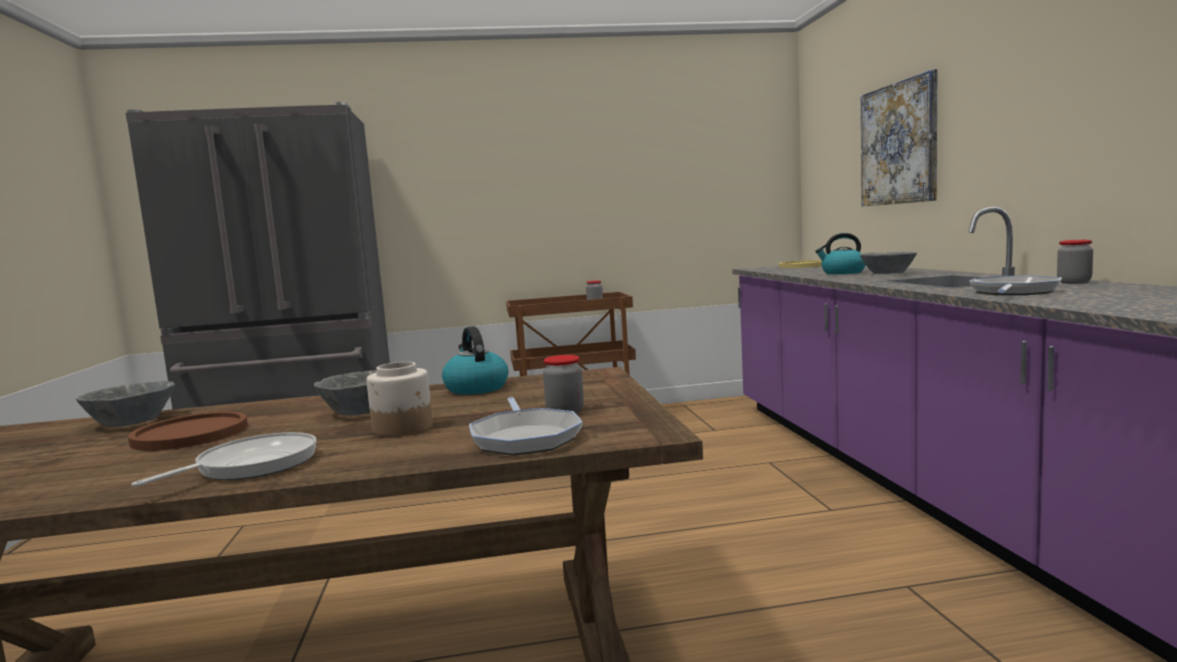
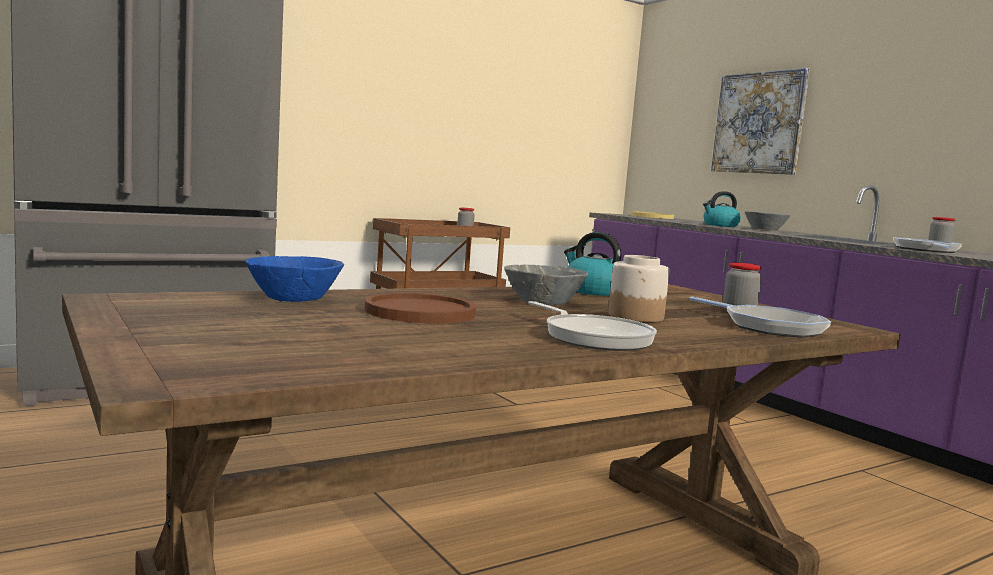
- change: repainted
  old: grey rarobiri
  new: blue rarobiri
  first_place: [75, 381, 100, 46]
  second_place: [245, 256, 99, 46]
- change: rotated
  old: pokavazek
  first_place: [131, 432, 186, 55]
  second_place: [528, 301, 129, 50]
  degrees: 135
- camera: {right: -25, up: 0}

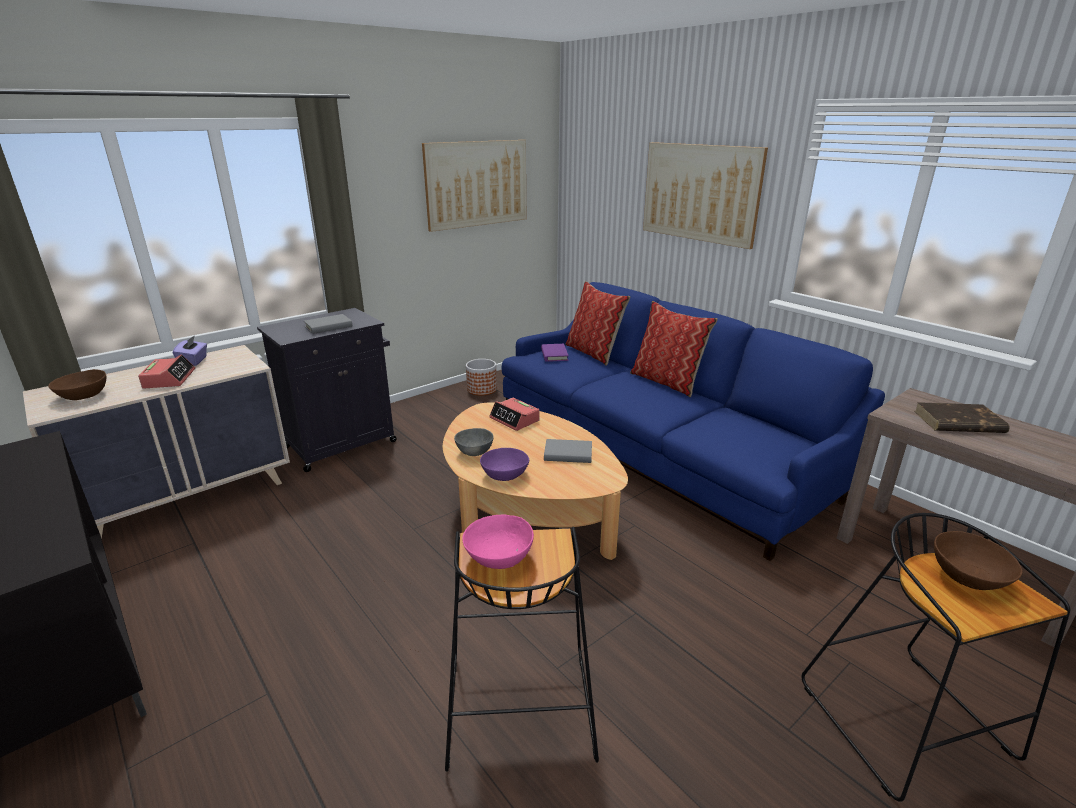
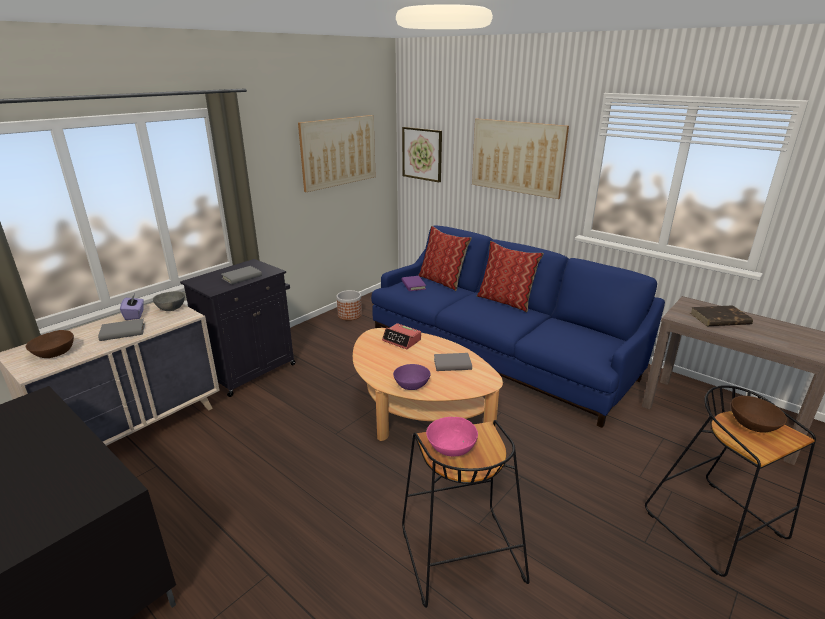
- change: swapped
  old: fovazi
  new: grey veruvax
  first_place: [138, 355, 57, 34]
  second_place: [98, 319, 47, 22]
- change: shifted
  old: grey rarobiri
  first_place: [454, 428, 40, 28]
  second_place: [153, 291, 32, 20]
- change: new
  new: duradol
  second_place: [402, 127, 40, 55]
- camera: {right: -10, up: 0}

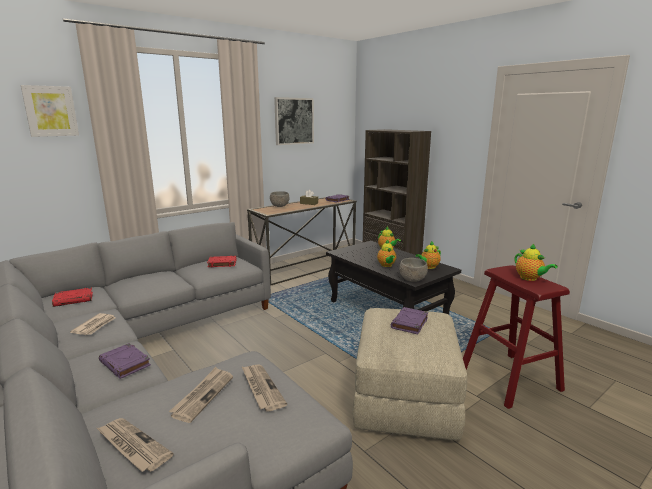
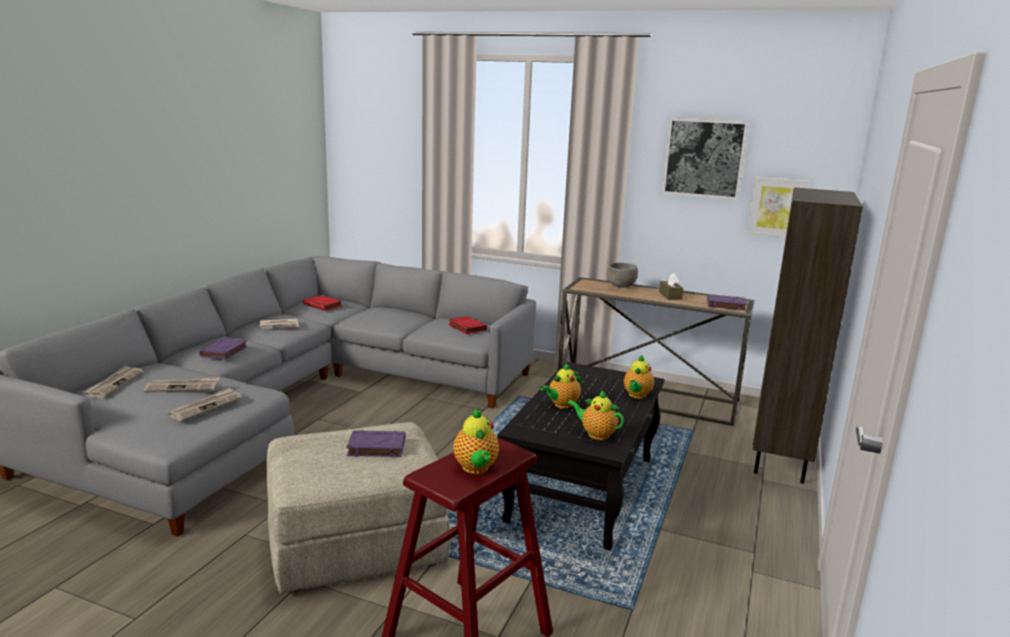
- change: shifted
  old: duradol
  first_place: [21, 85, 58, 52]
  second_place: [746, 177, 62, 61]
- change: rotated
  old: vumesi
  first_place: [515, 243, 43, 38]
  second_place: [454, 408, 45, 66]
  degrees: -45
- change: gone
  old: grey rarobiri
  first_place: [399, 258, 29, 24]
- camera: {right: 60, up: 0}

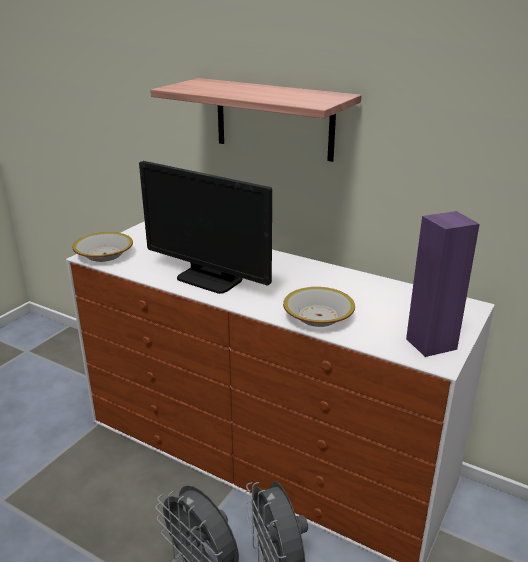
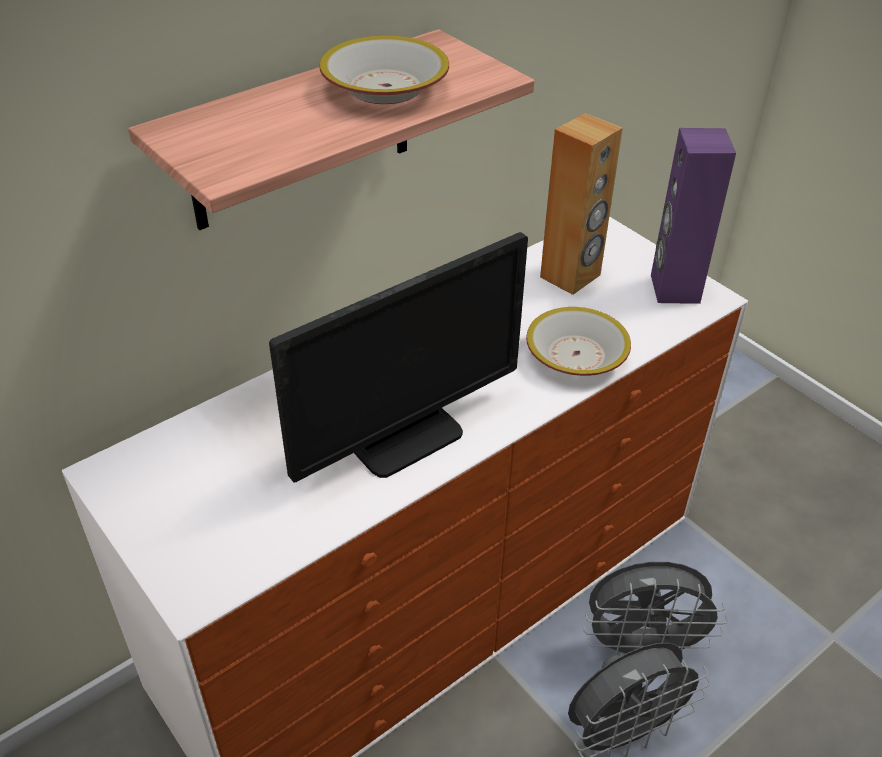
- change: shifted
  old: rarobiri
  first_place: [73, 232, 60, 30]
  second_place: [319, 36, 130, 68]
- change: new
  new: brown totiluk
  second_place: [540, 113, 83, 182]
- camera: {right: -70, up: 15}

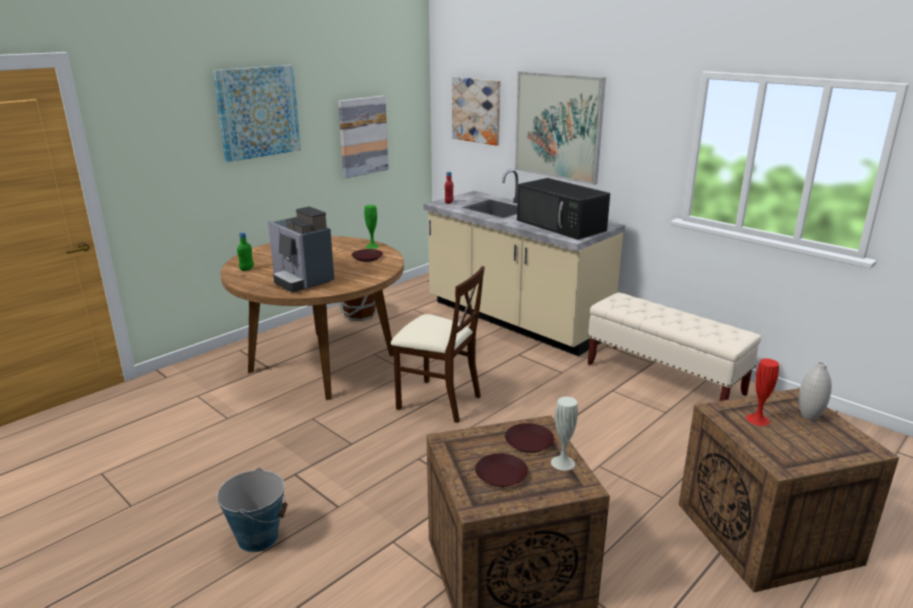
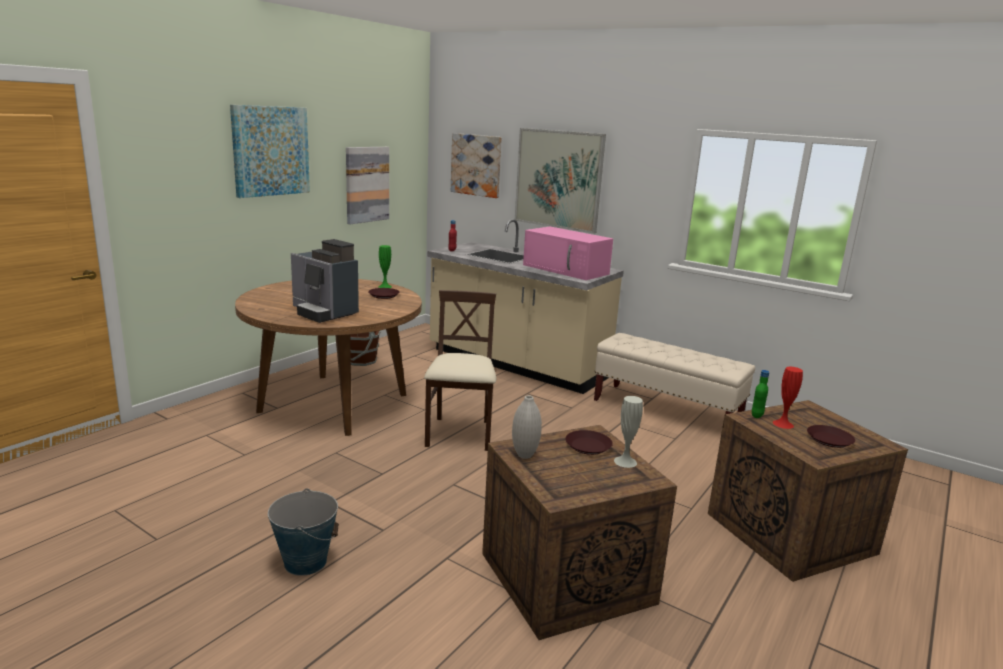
- change: repainted
  old: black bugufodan
  new: pink bugufodan
  first_place: [517, 178, 93, 62]
  second_place: [523, 227, 90, 53]
- change: shifted
  old: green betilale
  first_place: [237, 233, 17, 38]
  second_place: [752, 370, 17, 48]
- change: rotated
  old: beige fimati
  first_place: [391, 266, 94, 157]
  second_place: [424, 290, 72, 161]
  degrees: -105
- change: shifted
  old: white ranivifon
  first_place: [798, 362, 34, 58]
  second_place: [512, 395, 30, 64]
- change: shifted
  old: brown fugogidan
  first_place: [475, 453, 53, 34]
  second_place: [807, 425, 48, 23]
- camera: {right: -10, up: -5}

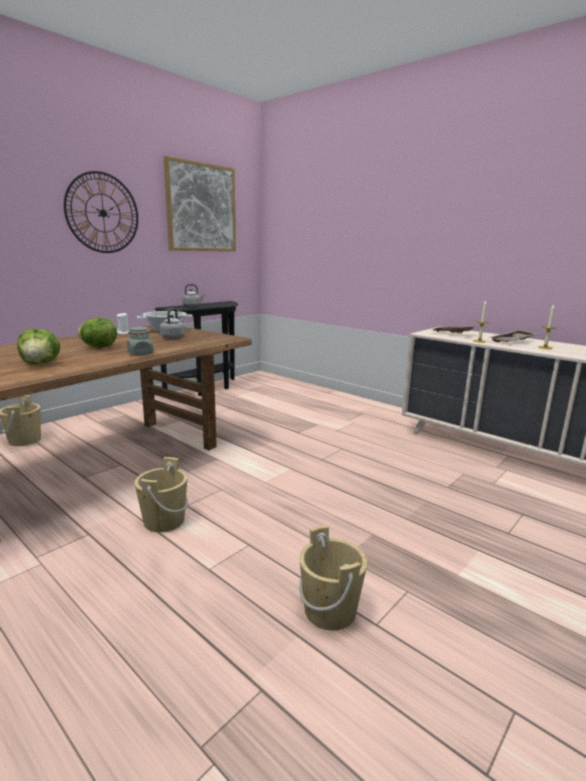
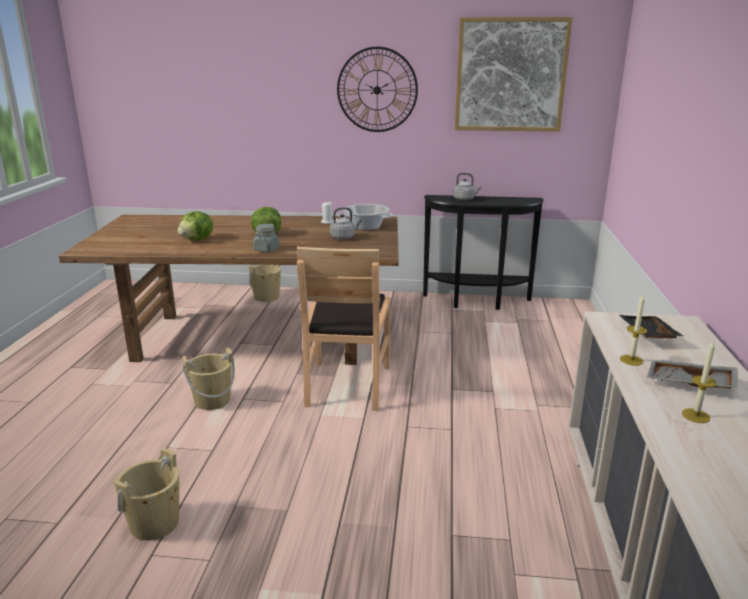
- change: new
  new: brown fimati
  second_place: [297, 246, 93, 165]
- camera: {right: 55, up: 5}

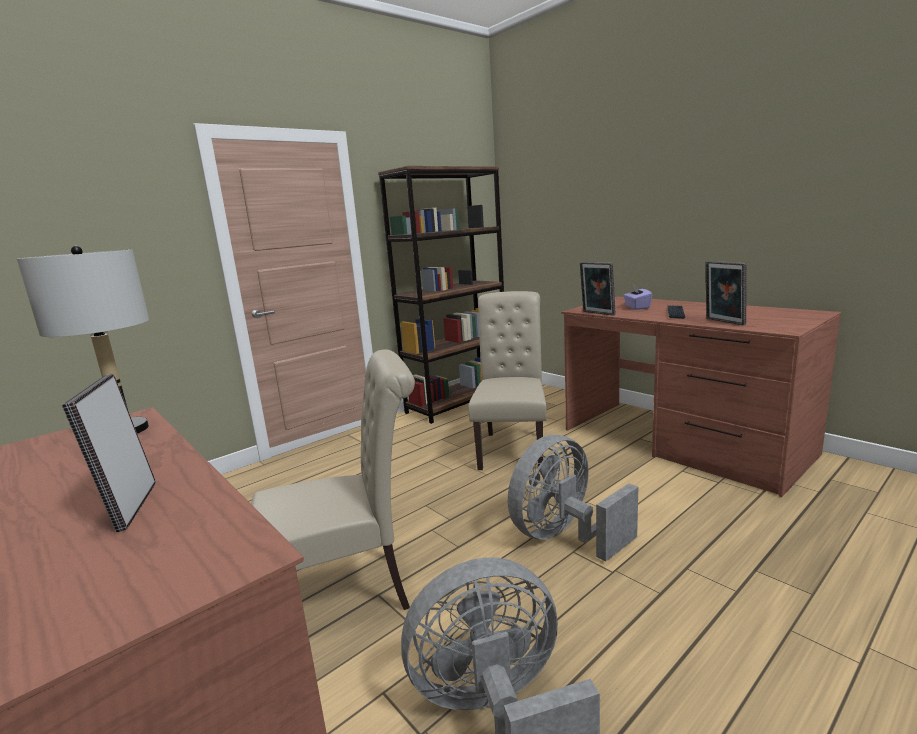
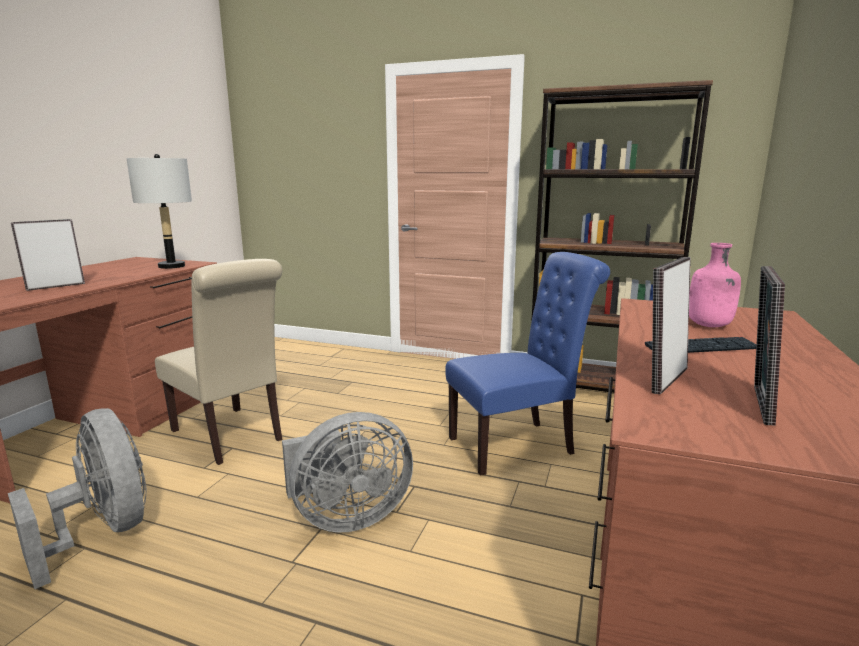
- change: shifted
  old: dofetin
  first_place: [580, 262, 36, 54]
  second_place: [754, 266, 31, 160]
- change: swapped
  old: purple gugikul
  new: pink betilale
  first_place: [623, 284, 29, 26]
  second_place: [689, 243, 52, 84]
- change: repainted
  old: beige fimati
  new: blue fimati
  first_place: [468, 291, 79, 179]
  second_place: [445, 252, 165, 224]
- change: rotated
  old: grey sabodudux
  first_place: [508, 435, 130, 127]
  second_place: [282, 412, 131, 121]
  degrees: 135
- camera: {right: 60, up: 0}

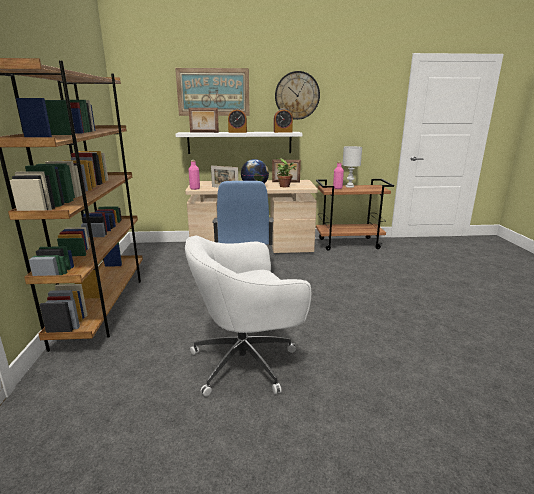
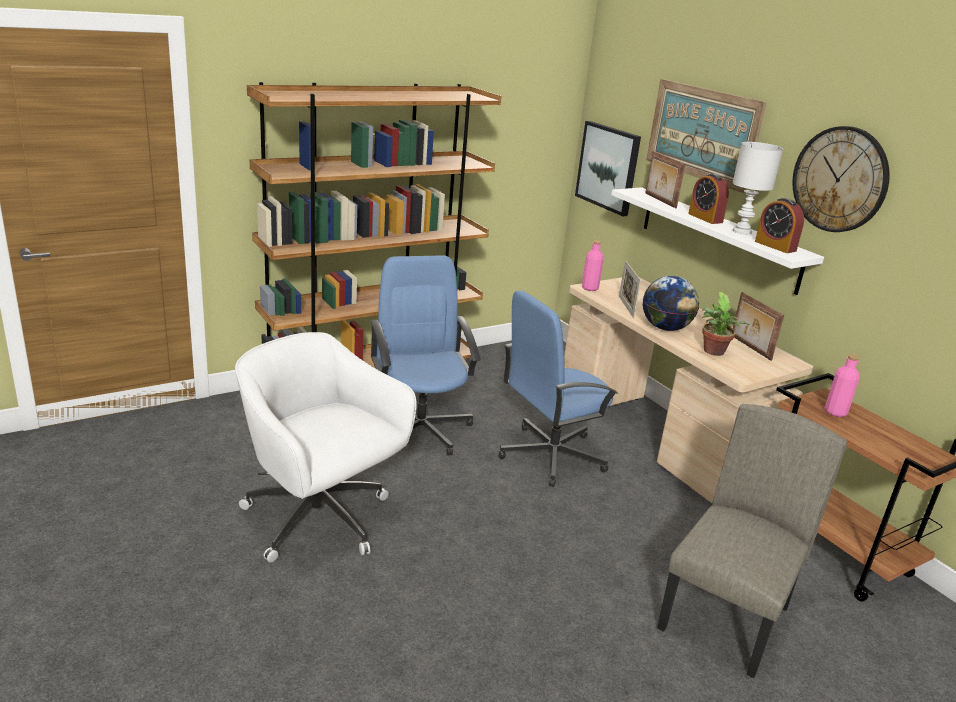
- change: shifted
  old: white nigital
  first_place: [342, 146, 20, 42]
  second_place: [733, 142, 50, 92]
- change: new
  new: duradol
  second_place: [575, 121, 66, 95]
- change: new
  new: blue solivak
  second_place: [370, 255, 111, 201]
- change: new
  new: beige fimati
  second_place: [657, 404, 190, 274]
- camera: {right: 60, up: 5}

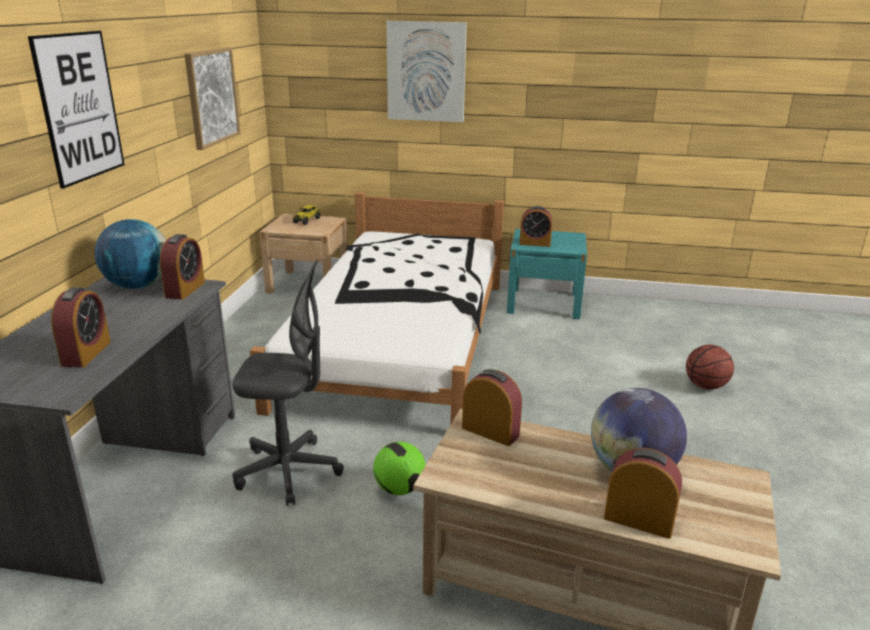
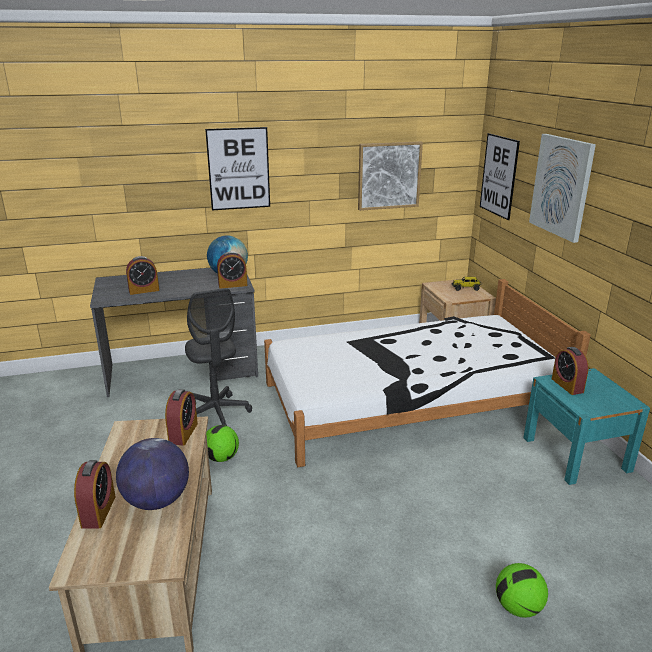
- change: swapped
  old: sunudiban
  new: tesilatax
  first_place: [686, 345, 48, 45]
  second_place: [496, 563, 52, 55]
- change: new
  new: duradol
  second_place: [480, 133, 40, 87]
- camera: {right: 65, up: 0}

